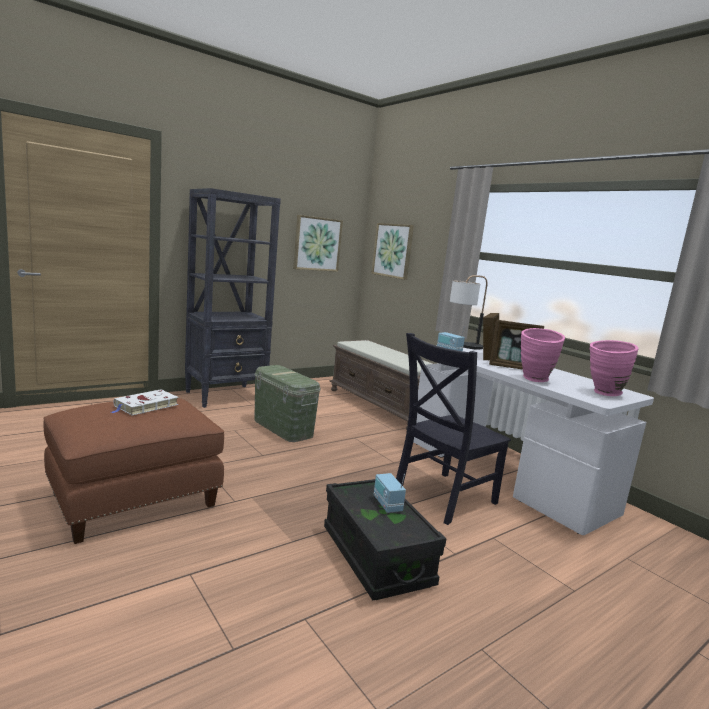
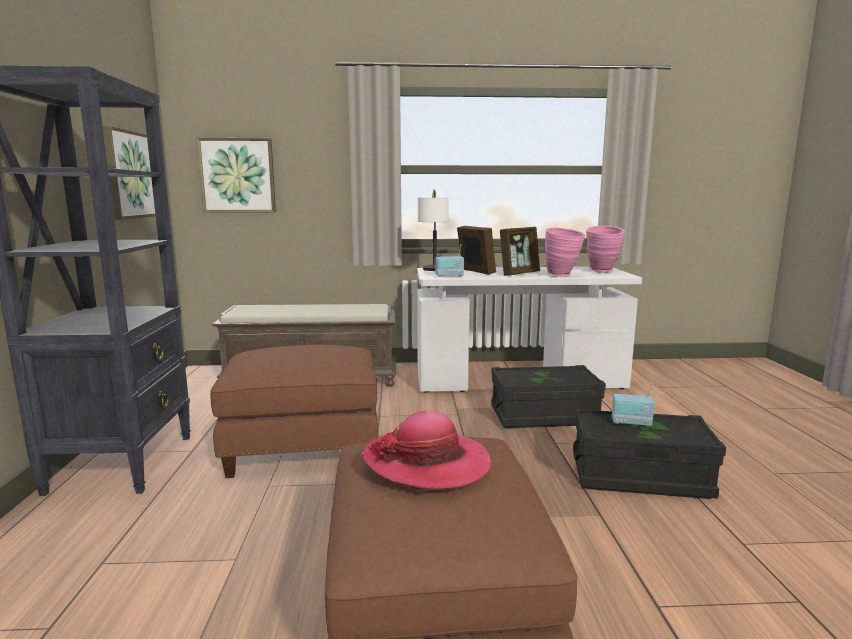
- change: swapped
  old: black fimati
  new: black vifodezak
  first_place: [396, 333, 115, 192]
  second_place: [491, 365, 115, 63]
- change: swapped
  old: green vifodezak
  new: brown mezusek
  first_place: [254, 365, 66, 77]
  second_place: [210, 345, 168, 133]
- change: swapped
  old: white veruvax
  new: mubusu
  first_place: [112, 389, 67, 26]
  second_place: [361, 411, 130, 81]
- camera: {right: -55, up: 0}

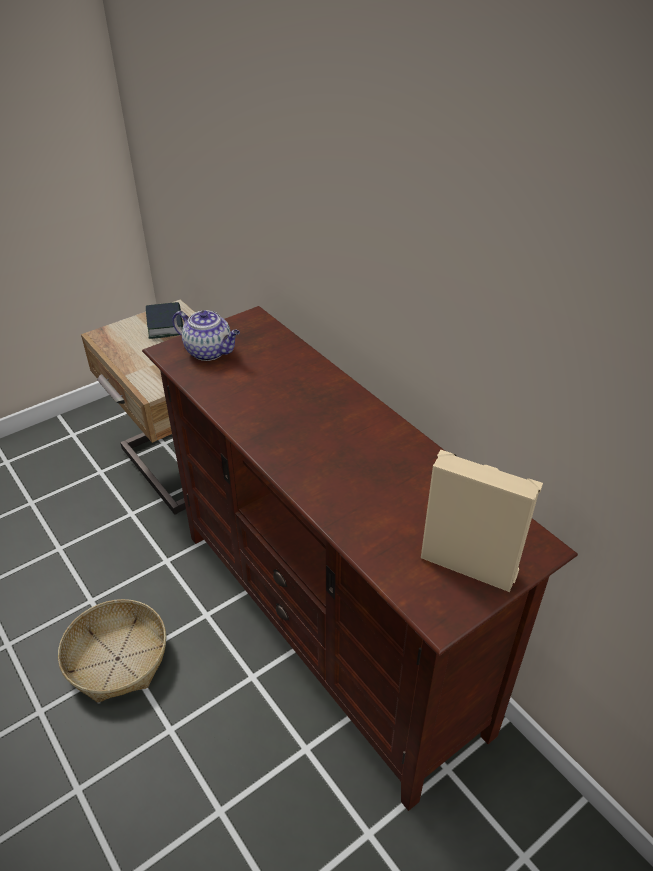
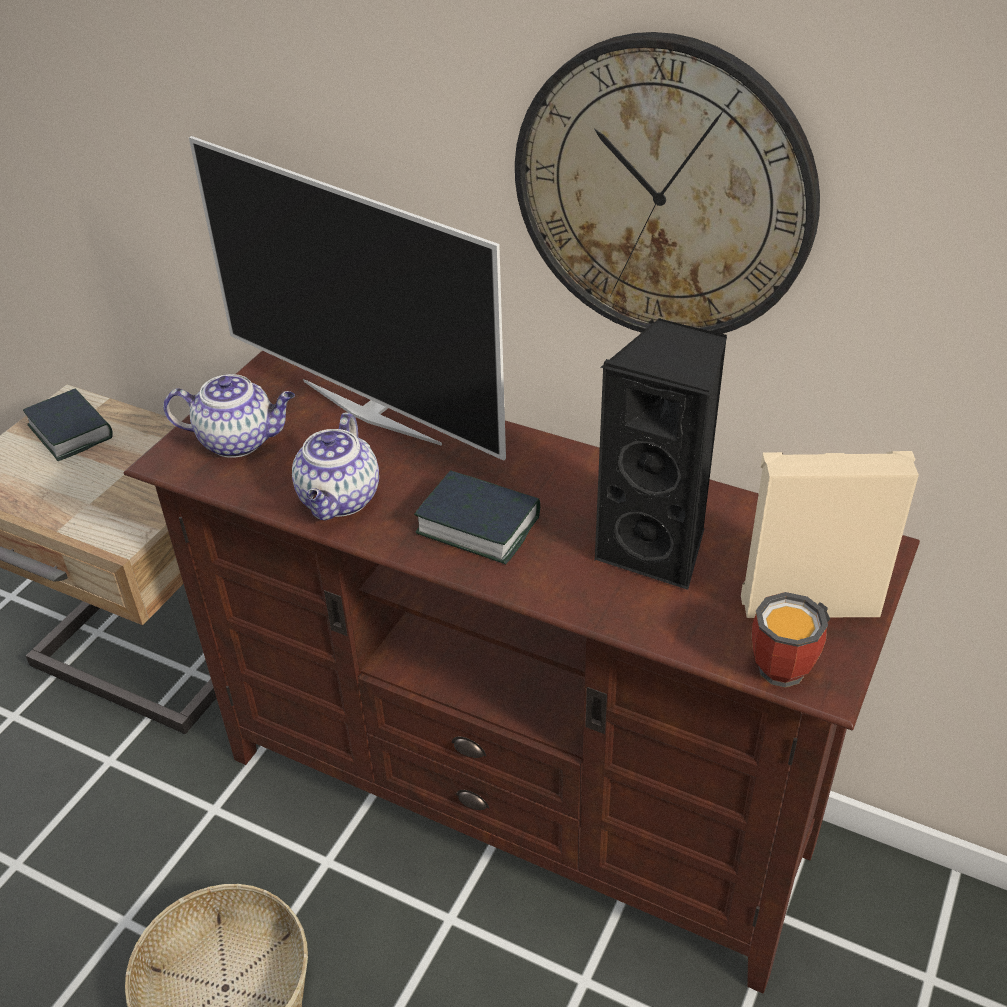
- change: new
  new: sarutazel
  second_place: [515, 32, 305, 302]
- change: new
  new: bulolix
  second_place: [189, 136, 317, 325]
- change: new
  new: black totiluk
  second_place: [594, 318, 133, 273]
- change: new
  new: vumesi
  second_place: [292, 412, 87, 108]
- change: new
  new: veruvax
  second_place: [414, 470, 126, 94]
- change: new
  new: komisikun
  second_place: [752, 592, 78, 96]
- camera: {right: -25, up: 0}

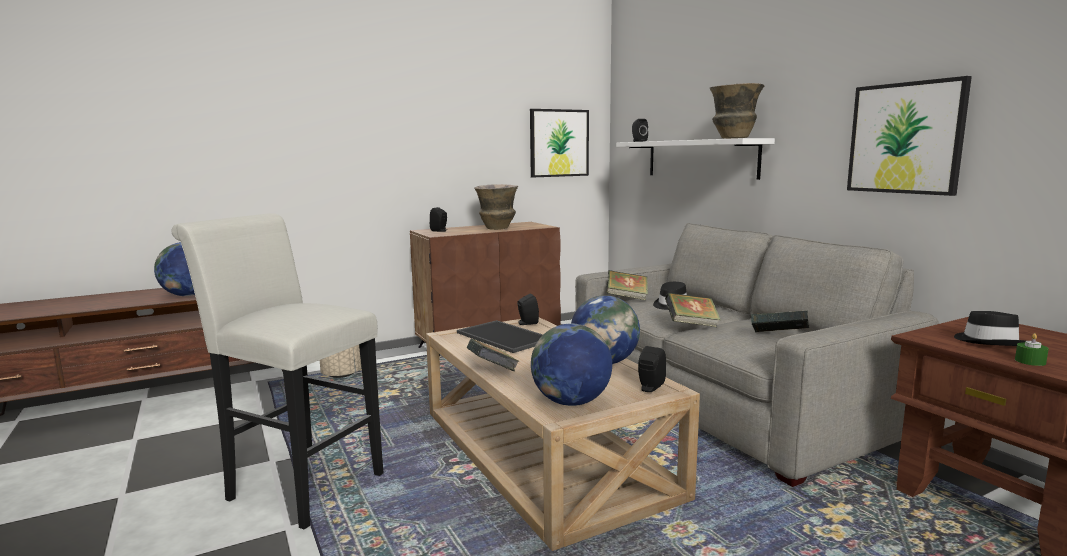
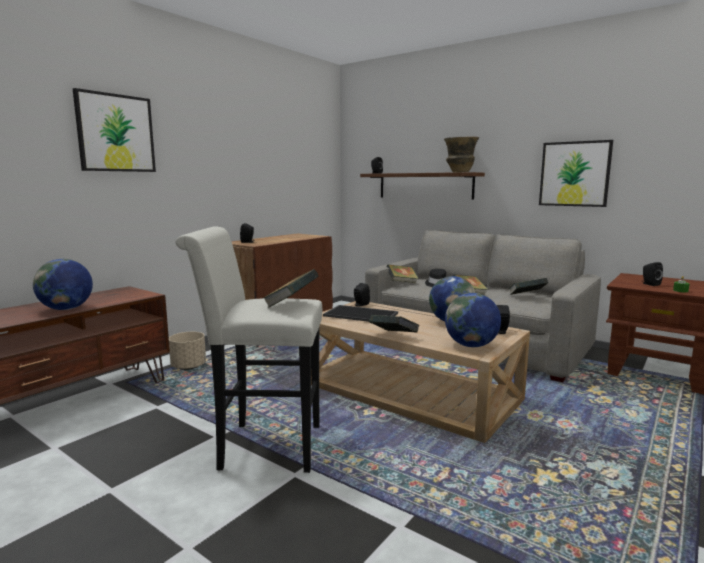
- change: shifted
  old: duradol
  first_place: [530, 109, 59, 68]
  second_place: [73, 88, 83, 84]
- change: repainted
  old: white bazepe
  new: brown bazepe
  first_place: [616, 138, 159, 42]
  second_place: [360, 172, 125, 28]
- change: gone
  old: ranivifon
  first_place: [474, 184, 44, 46]
- change: swapped
  old: black mubusu
  new: black totiluk
  first_place: [954, 311, 71, 35]
  second_place: [643, 262, 20, 24]
- change: new
  new: veruvax
  second_place: [262, 269, 57, 39]
- camera: {right: -25, up: 0}

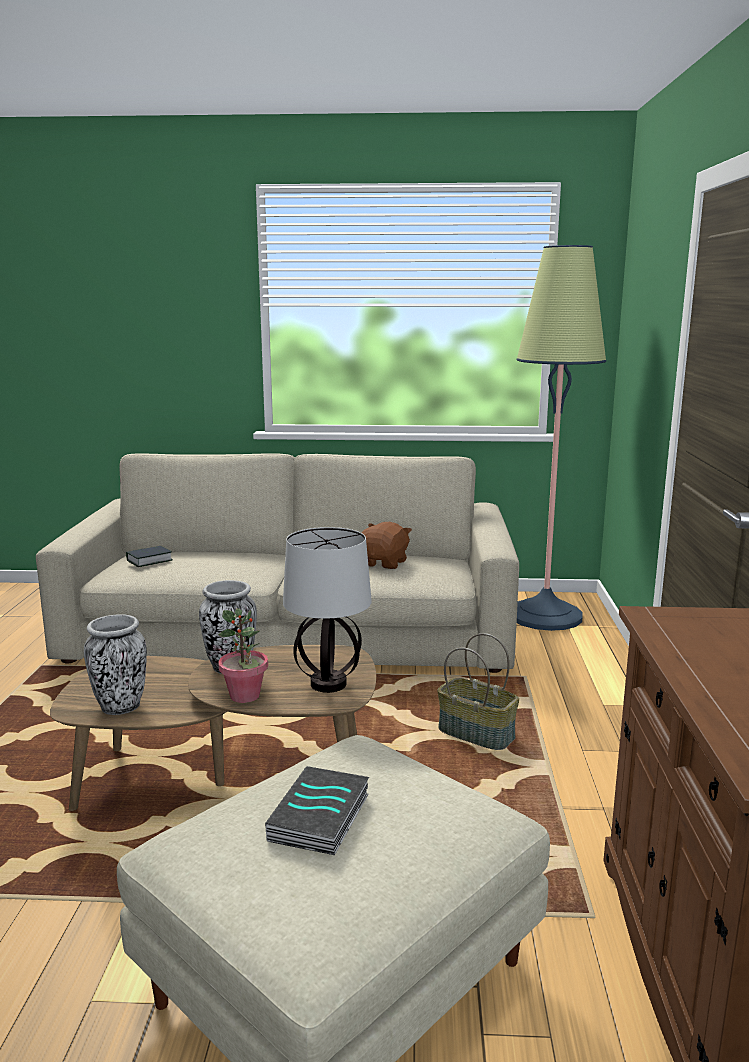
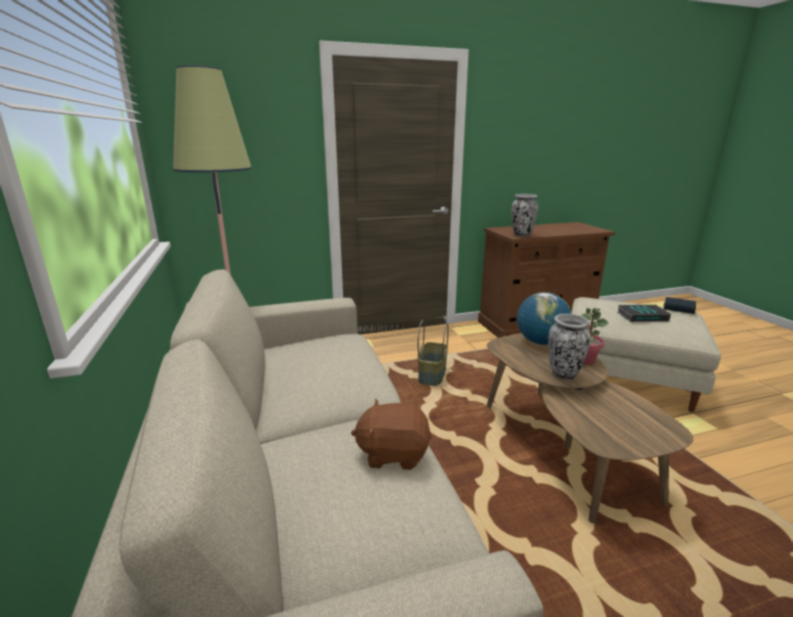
- change: shifted
  old: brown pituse
  first_place: [362, 522, 50, 47]
  second_place: [351, 399, 81, 71]
- change: swapped
  old: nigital
  new: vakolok
  first_place: [283, 527, 89, 166]
  second_place: [517, 292, 54, 53]
- change: shifted
  old: veruvax
  first_place: [126, 546, 47, 21]
  second_place: [664, 297, 32, 17]
- change: shifted
  old: ranivifon
  first_place: [84, 614, 63, 101]
  second_place: [511, 194, 28, 43]
- camera: {right: -110, up: 5}

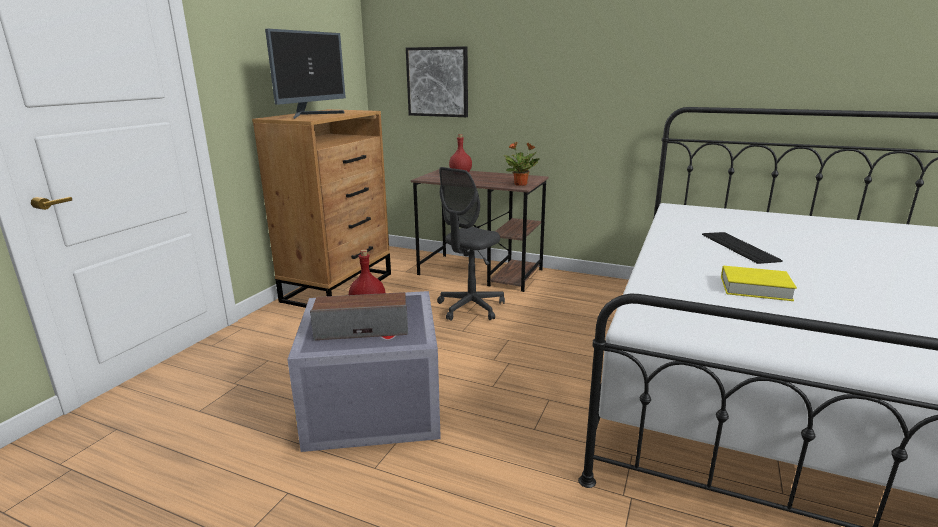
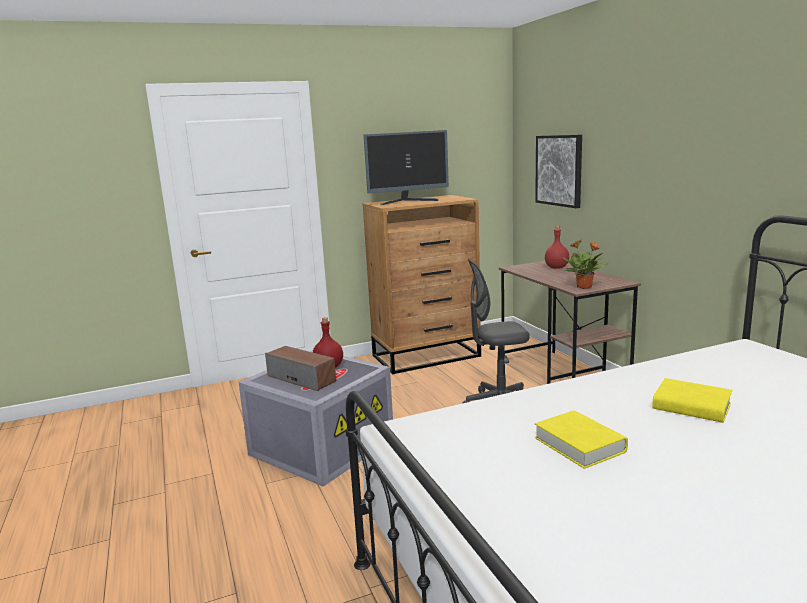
- change: swapped
  old: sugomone
  new: yellow veruvax
  first_place: [702, 232, 81, 32]
  second_place: [652, 378, 80, 45]
- camera: {right: 45, up: -5}

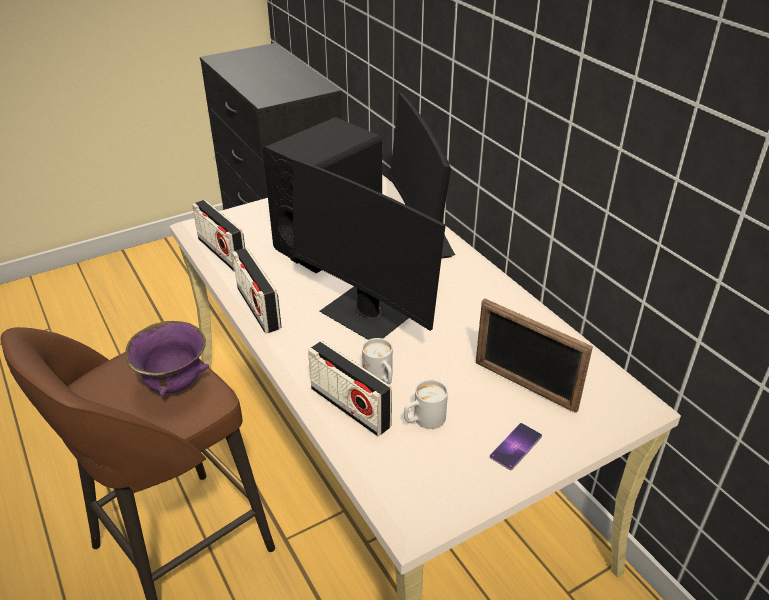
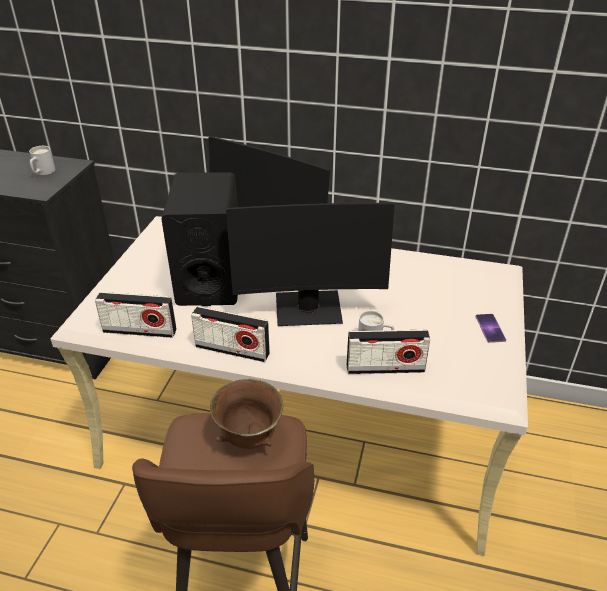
- change: gone
  old: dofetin
  first_place: [476, 298, 117, 115]
- change: repainted
  old: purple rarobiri
  new: brown rarobiri
  first_place: [125, 321, 84, 76]
  second_place: [210, 379, 73, 70]
- change: shifted
  old: white komisikun
  first_place: [404, 380, 44, 49]
  second_place: [29, 146, 26, 29]
- camera: {right: -45, up: 0}

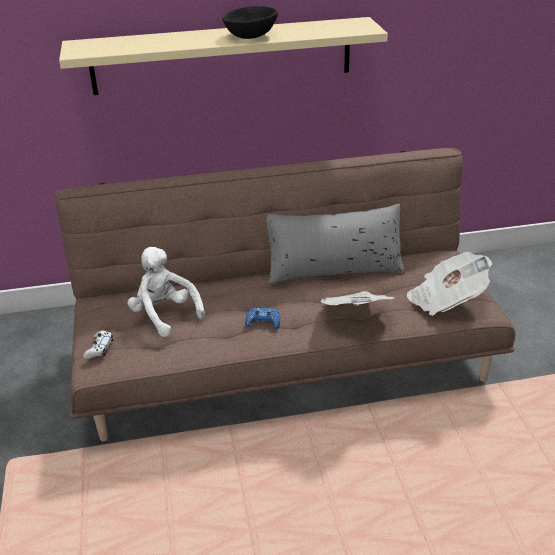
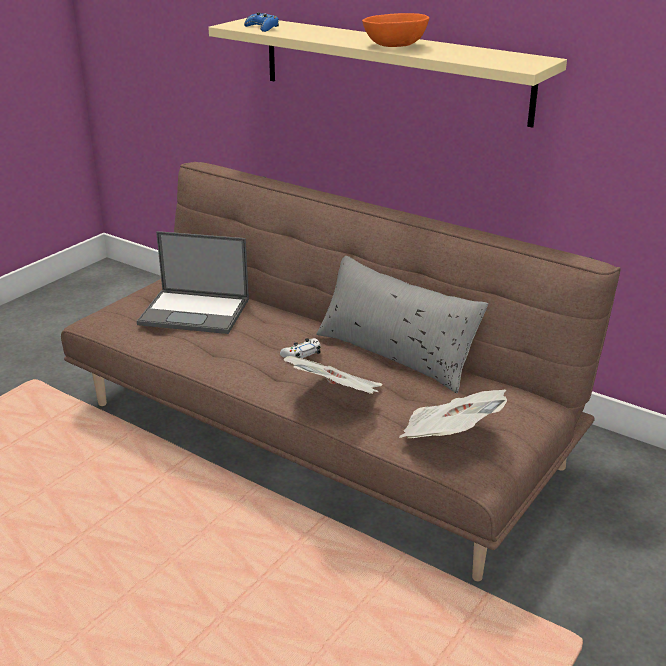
- change: repainted
  old: black rarobiri
  new: orange rarobiri
  first_place: [222, 6, 56, 33]
  second_place: [362, 13, 67, 34]
- change: swapped
  old: white pituse
  new: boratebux
  first_place: [128, 247, 77, 90]
  second_place: [137, 231, 112, 103]
- change: shifted
  old: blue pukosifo
  first_place: [245, 308, 35, 21]
  second_place: [244, 12, 35, 20]
- change: shifted
  old: white pukosifo
  first_place: [83, 331, 30, 28]
  second_place: [280, 338, 41, 20]
- camera: {right: 45, up: -5}

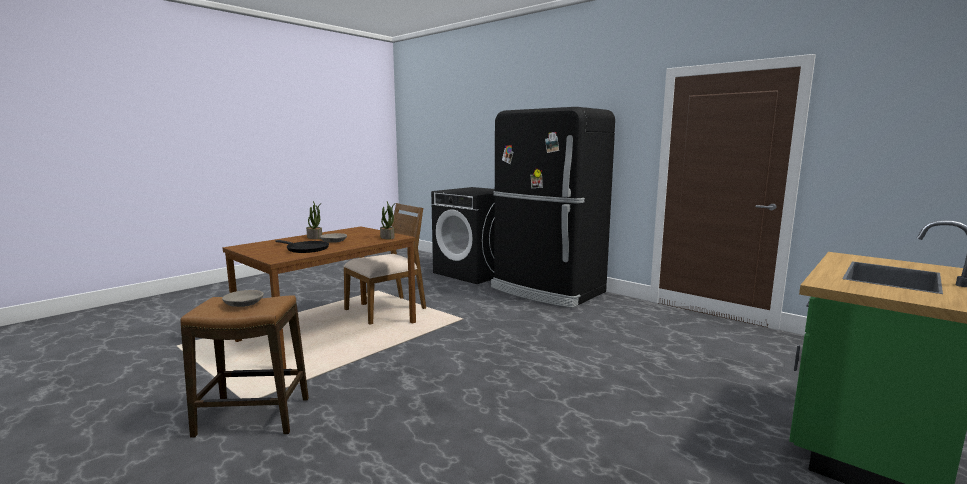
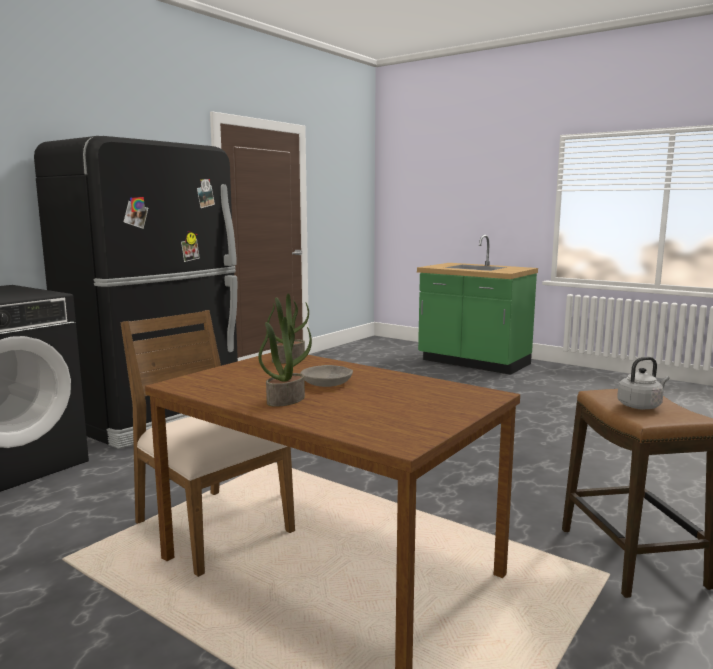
- change: gone
  old: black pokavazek
  first_place: [275, 240, 54, 13]
- change: swapped
  old: grey rarobiri
  new: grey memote
  first_place: [222, 290, 42, 17]
  second_place: [617, 357, 52, 52]
- camera: {right: -95, up: 0}

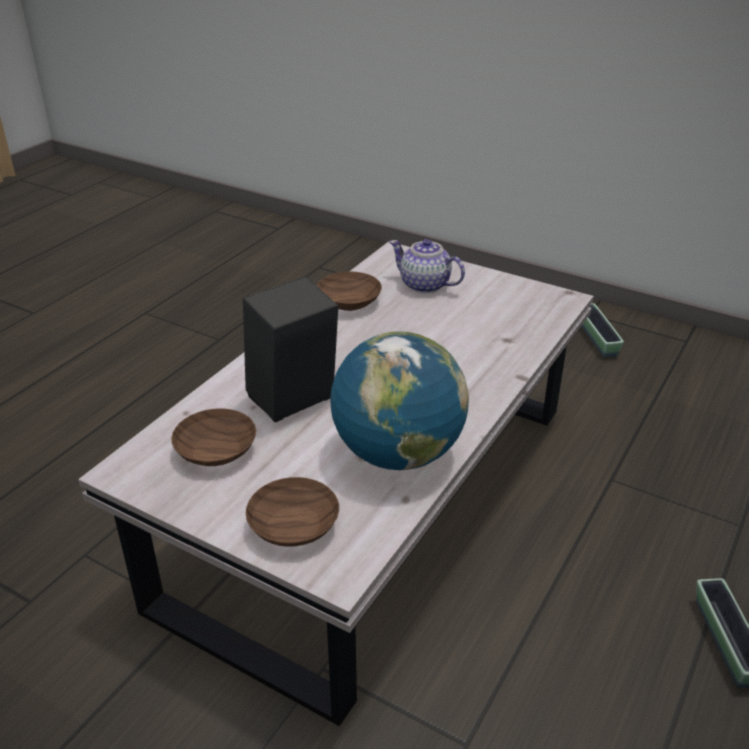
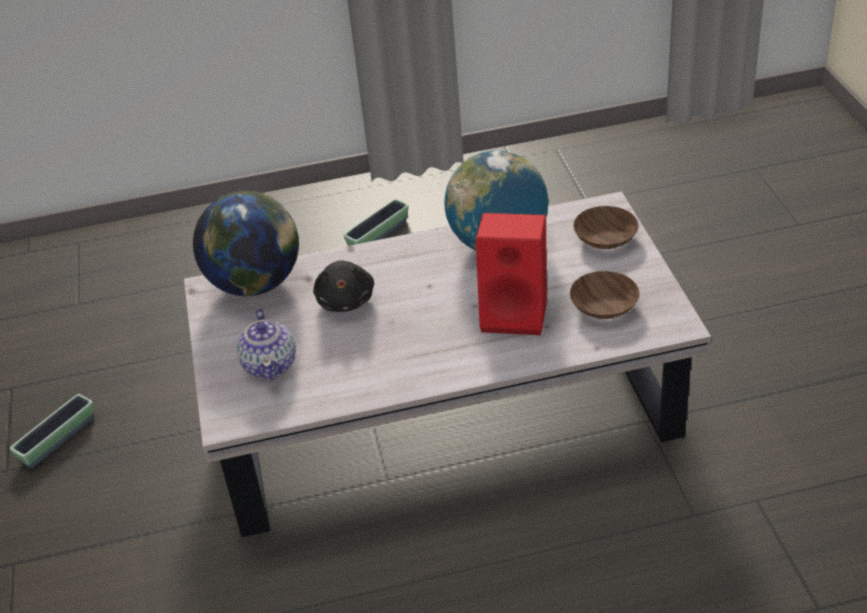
- change: gone
  old: brown rarobiri
  first_place: [317, 271, 65, 40]
- change: repainted
  old: black totiluk
  new: red totiluk
  first_place: [243, 276, 95, 146]
  second_place: [476, 213, 71, 122]
- change: new
  new: vakolok
  second_place: [193, 191, 106, 105]
- change: new
  new: black pituse
  second_place: [313, 261, 61, 51]
- camera: {right: -130, up: 5}

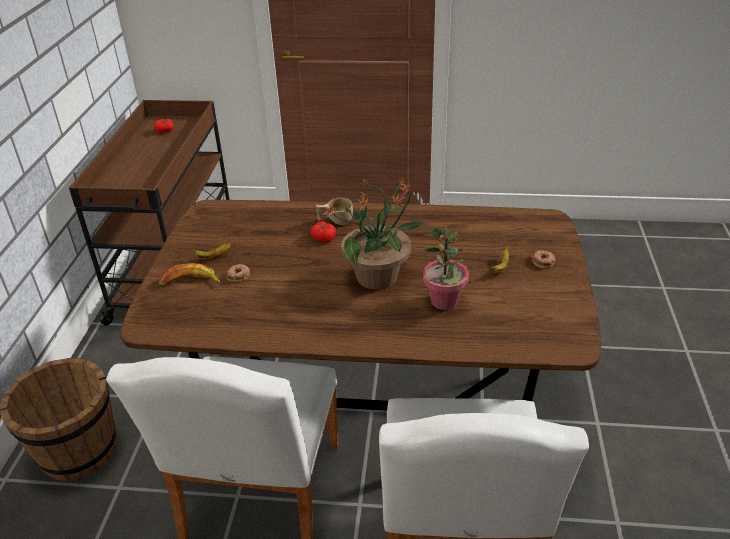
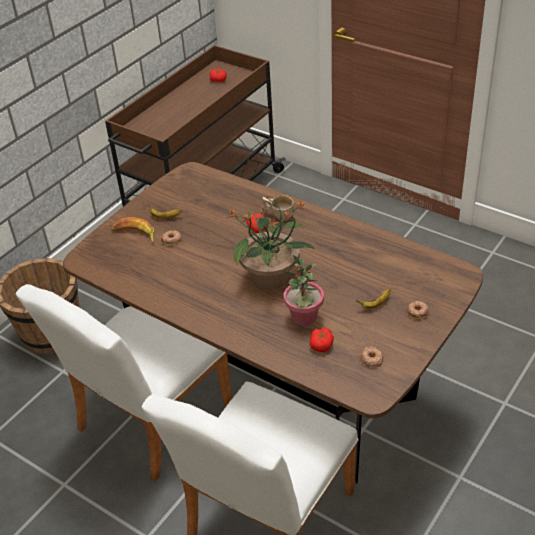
- change: new
  new: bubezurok
  second_place: [310, 328, 24, 24]
- change: new
  new: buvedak
  second_place: [360, 346, 24, 21]
- camera: {right: 30, up: 5}

